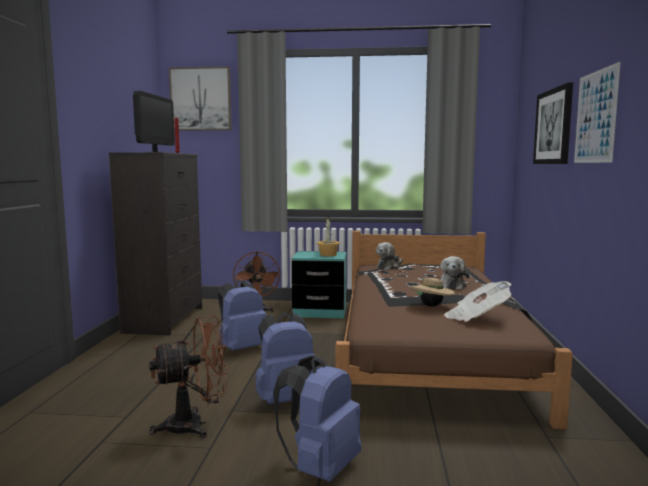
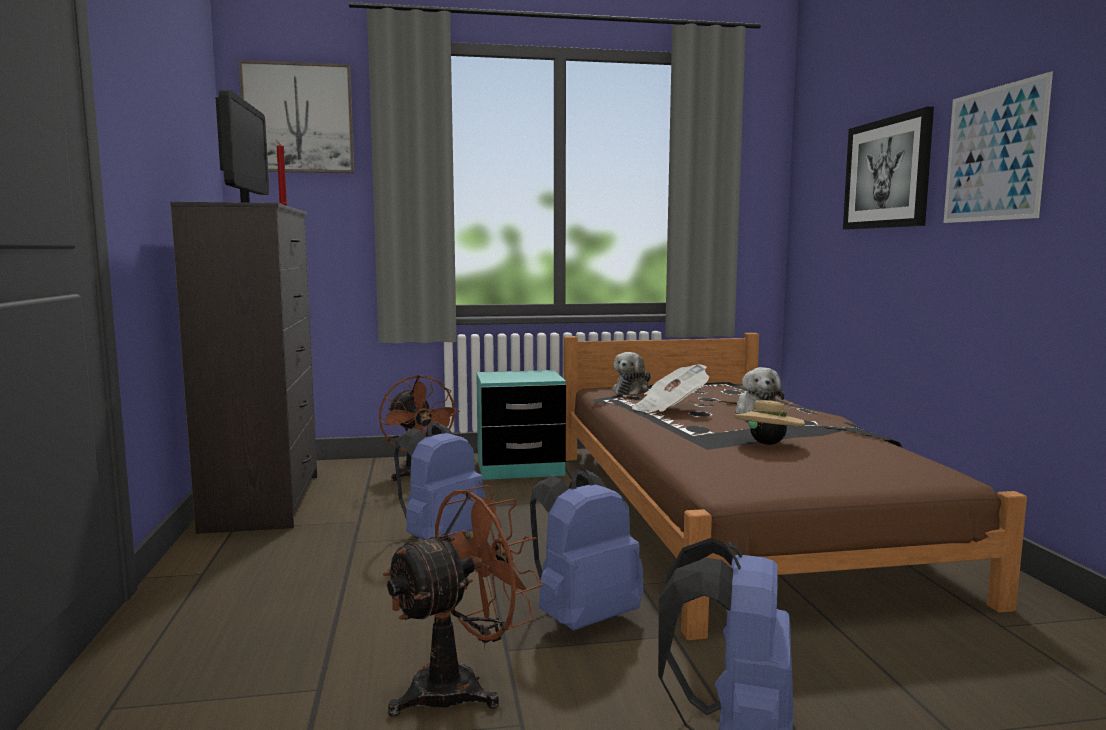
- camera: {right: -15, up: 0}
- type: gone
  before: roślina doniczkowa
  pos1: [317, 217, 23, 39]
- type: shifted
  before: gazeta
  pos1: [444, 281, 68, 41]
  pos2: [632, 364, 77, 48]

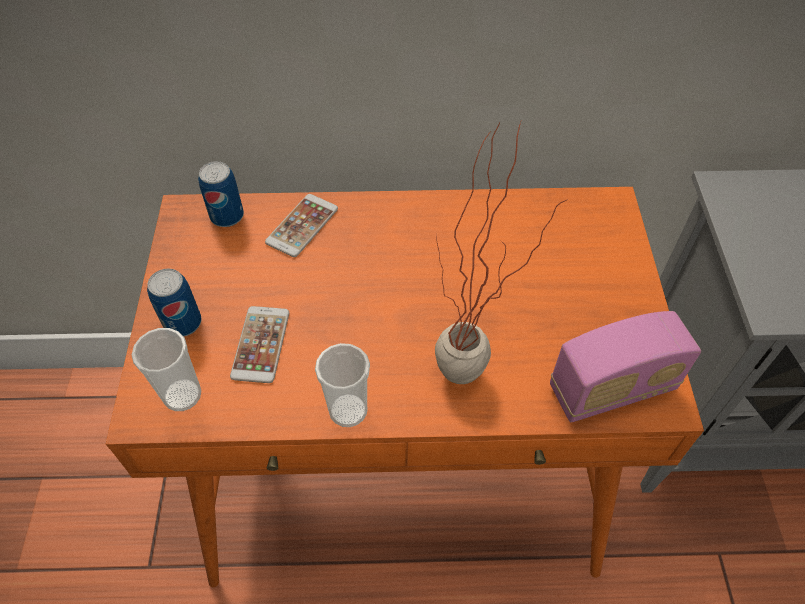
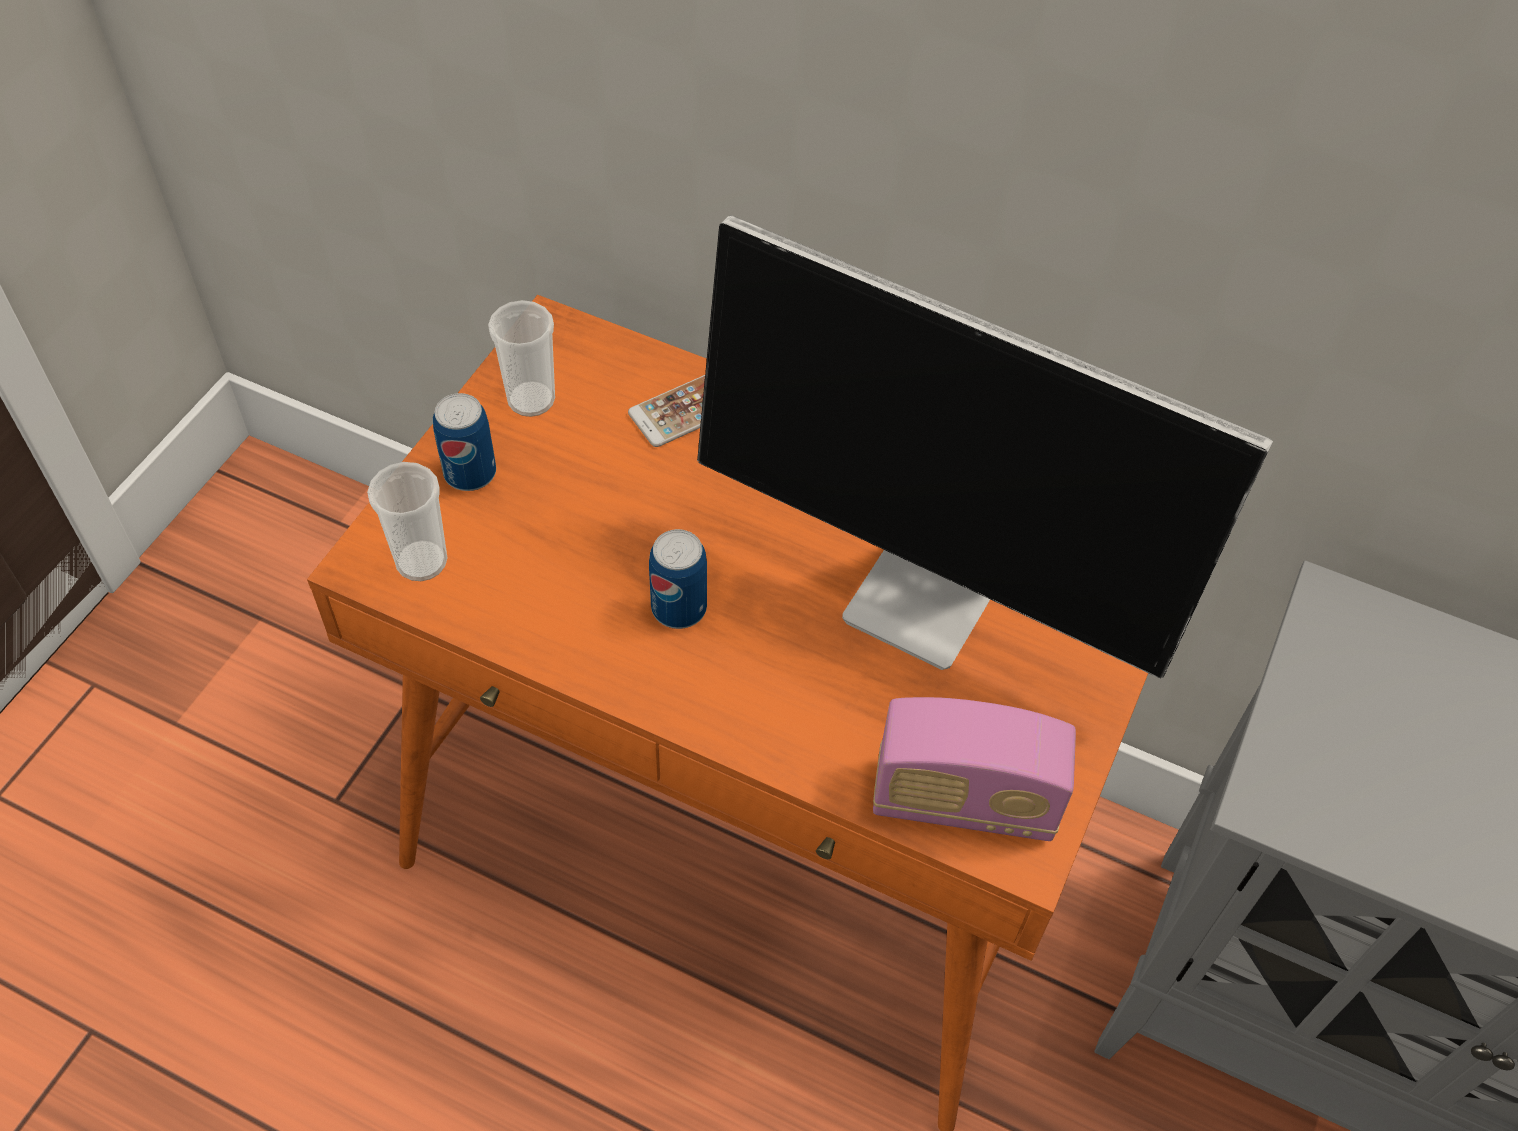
- camera: {right: 25, up: 0}
- type: shifted
  before: puszka
  pos1: [198, 161, 46, 66]
  pos2: [649, 529, 58, 100]
- type: gone
  before: telefon
  pos1: [230, 306, 59, 77]
- type: shifted
  before: filiżanka
  pos1: [315, 343, 55, 84]
  pos2: [488, 300, 67, 117]
- type: gone
  before: roślina doniczkowa
  pos1: [435, 119, 133, 265]
- type: new
  after: monitor
  pos2: [697, 215, 576, 464]

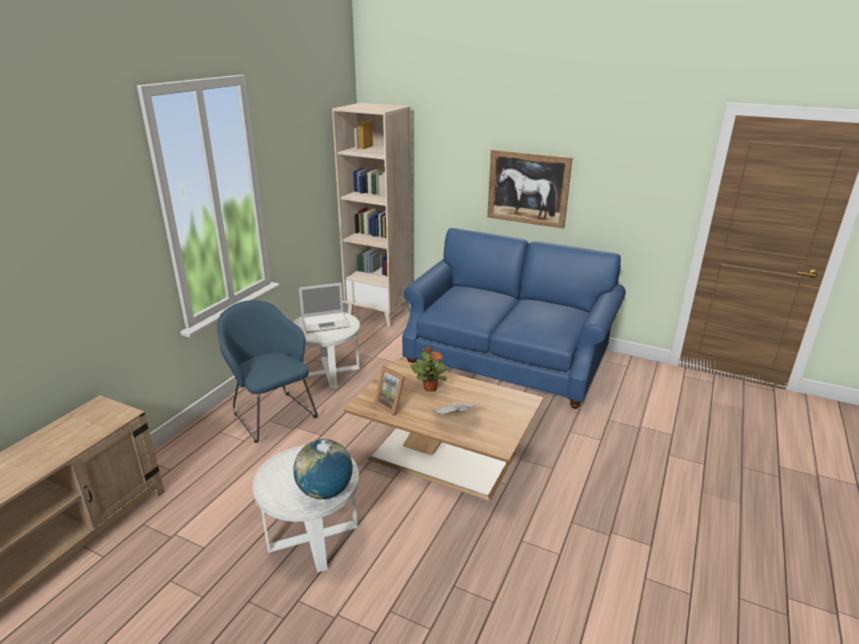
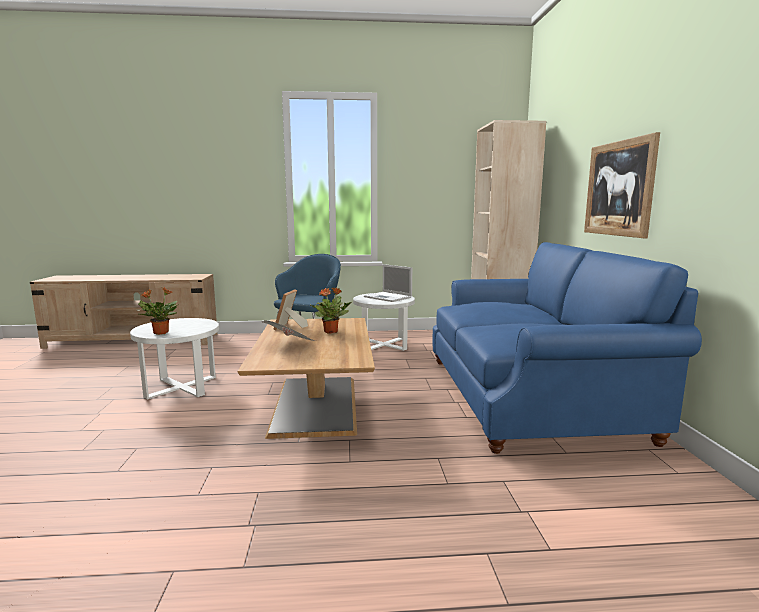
- camera: {right: 60, up: -15}
- type: swapped
  before: globus
  after: roślina doniczkowa
  pos1: [293, 439, 60, 60]
  pos2: [138, 288, 41, 47]

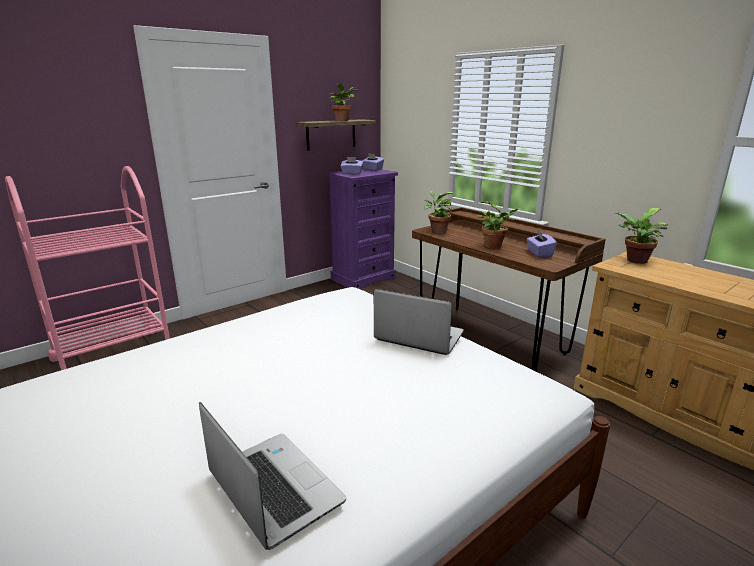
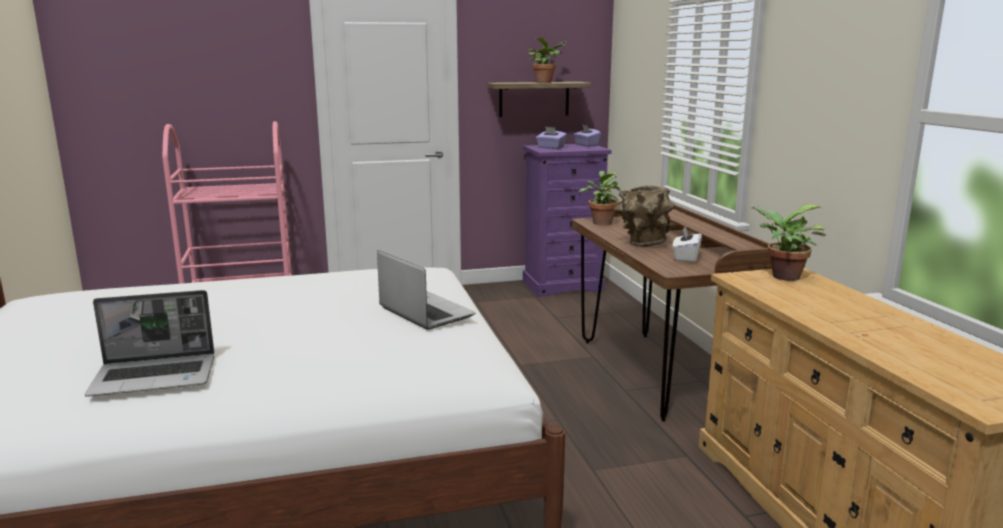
- camera: {right: 25, up: -5}
- type: rotated
  before: laptop
  pos1: [199, 402, 147, 148]
  pos2: [85, 290, 129, 107]
  turn: 90
- type: swapped
  before: roślina doniczkowa
  after: wazon [brązowy]
  pos1: [477, 201, 44, 48]
  pos2: [614, 185, 62, 62]
- type: repainted
  before: pudełko chusteczek [fioletowy]
  after: pudełko chusteczek [biały]
  pos1: [527, 230, 30, 27]
  pos2: [672, 225, 30, 38]

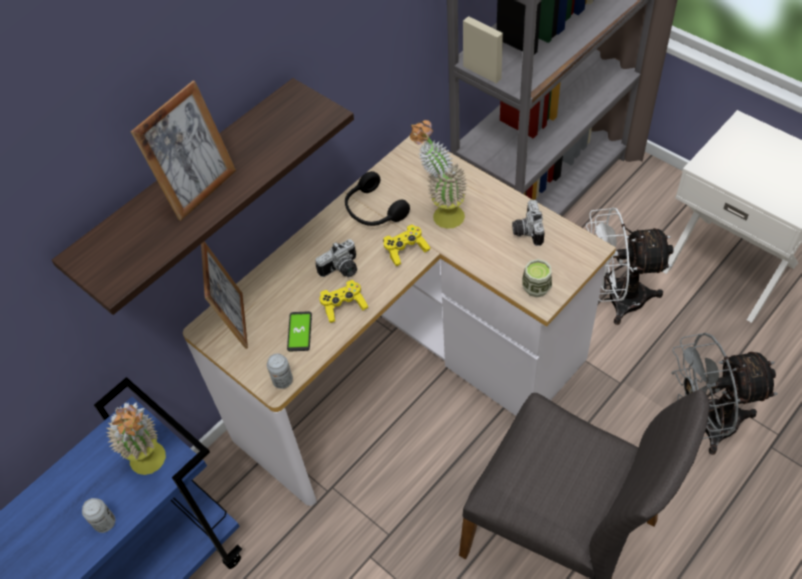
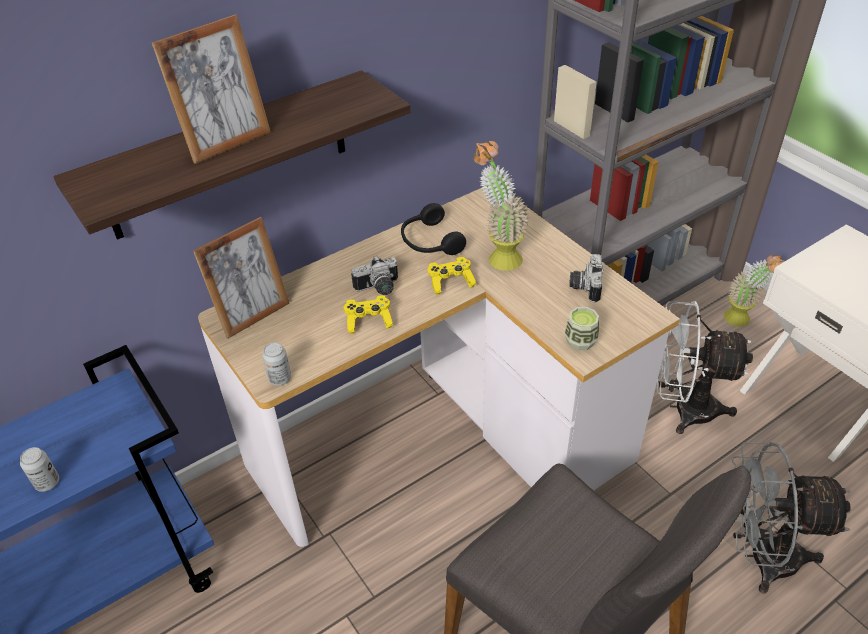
- camera: {right: 10, up: -10}
- type: shifted
  before: roślina doniczkowa
  pos1: [106, 403, 60, 72]
  pos2: [724, 255, 60, 71]
- type: rotated
  before: ramka na zdjęcie
  pos1: [201, 241, 47, 108]
  pos2: [193, 217, 97, 122]
  turn: 45
- type: gone
  before: telefon
  pos1: [287, 311, 25, 40]

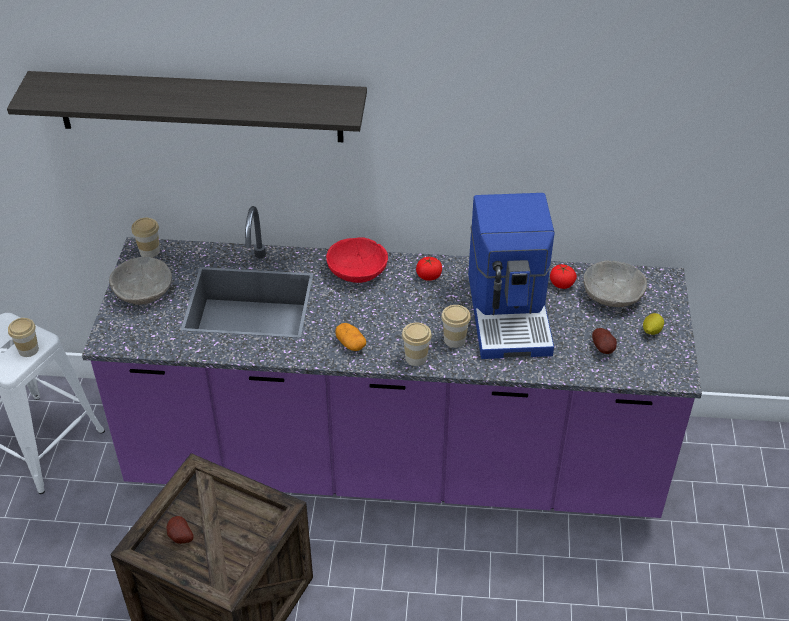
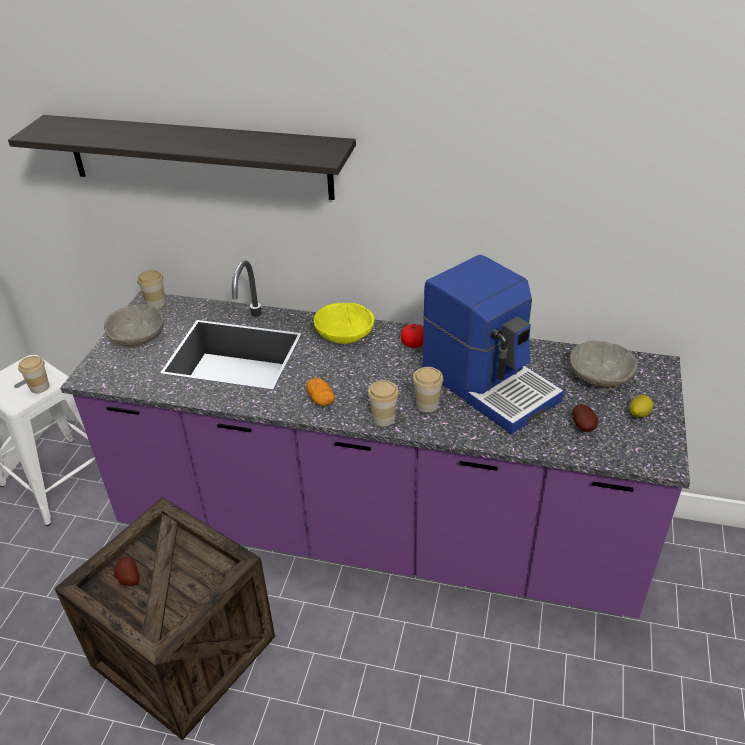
- camera: {right: 10, up: -5}
- type: repainted
  before: miska [czerwony]
  after: miska [żółty]
  pos1: [326, 237, 62, 46]
  pos2: [314, 303, 61, 41]
- type: rotated
  before: ekspres do kawy
  pos1: [468, 193, 86, 166]
  pos2: [423, 255, 141, 179]
  turn: -45
- type: gone
  before: pomidor
  pos1: [550, 264, 27, 25]

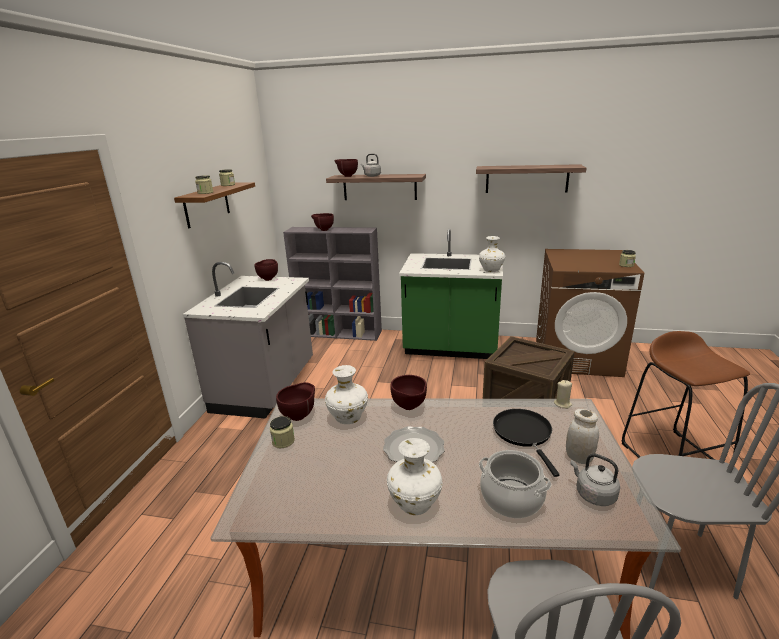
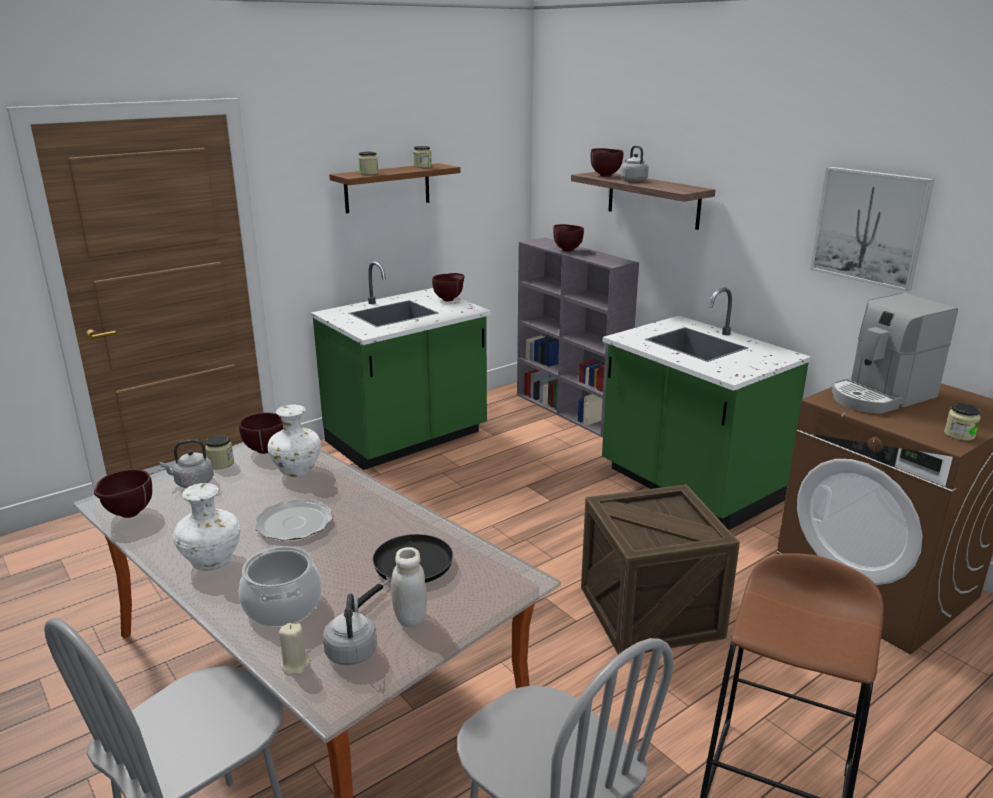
- camera: {right: 40, up: 0}
- type: repainted
  before: zabudowa kuchenna [szary]
  after: zabudowa kuchenna [zielony]
  pos1: [183, 262, 130, 157]
  pos2: [311, 261, 180, 209]
- type: shifted
  before: miska [brązowy]
  pos1: [390, 375, 37, 35]
  pos2: [94, 469, 58, 49]
- type: swapped
  before: półka
  after: obraz
  pos1: [476, 164, 111, 29]
  pos2: [810, 167, 124, 124]
- type: gone
  before: wazon [biały]
  pos1: [479, 236, 26, 36]
- type: shifted
  before: świeca [beżowy]
  pos1: [554, 380, 18, 28]
  pos2: [279, 623, 31, 52]
- type: new
  after: czajnik [szary]
  pos2: [160, 439, 54, 49]
- type: new
  after: ekspres do kawy
  pos2: [832, 293, 126, 121]

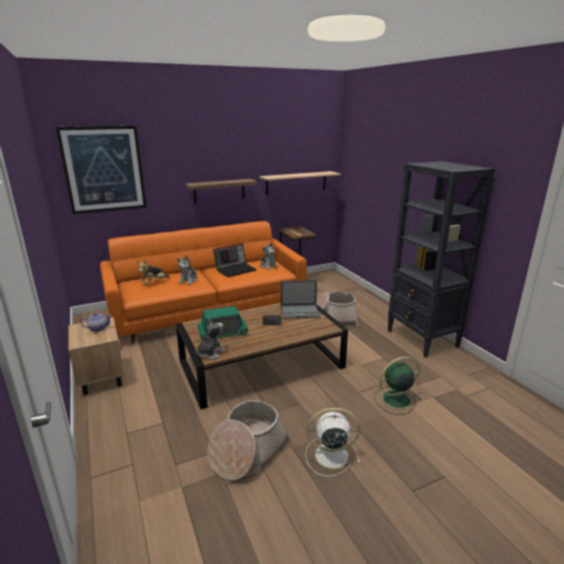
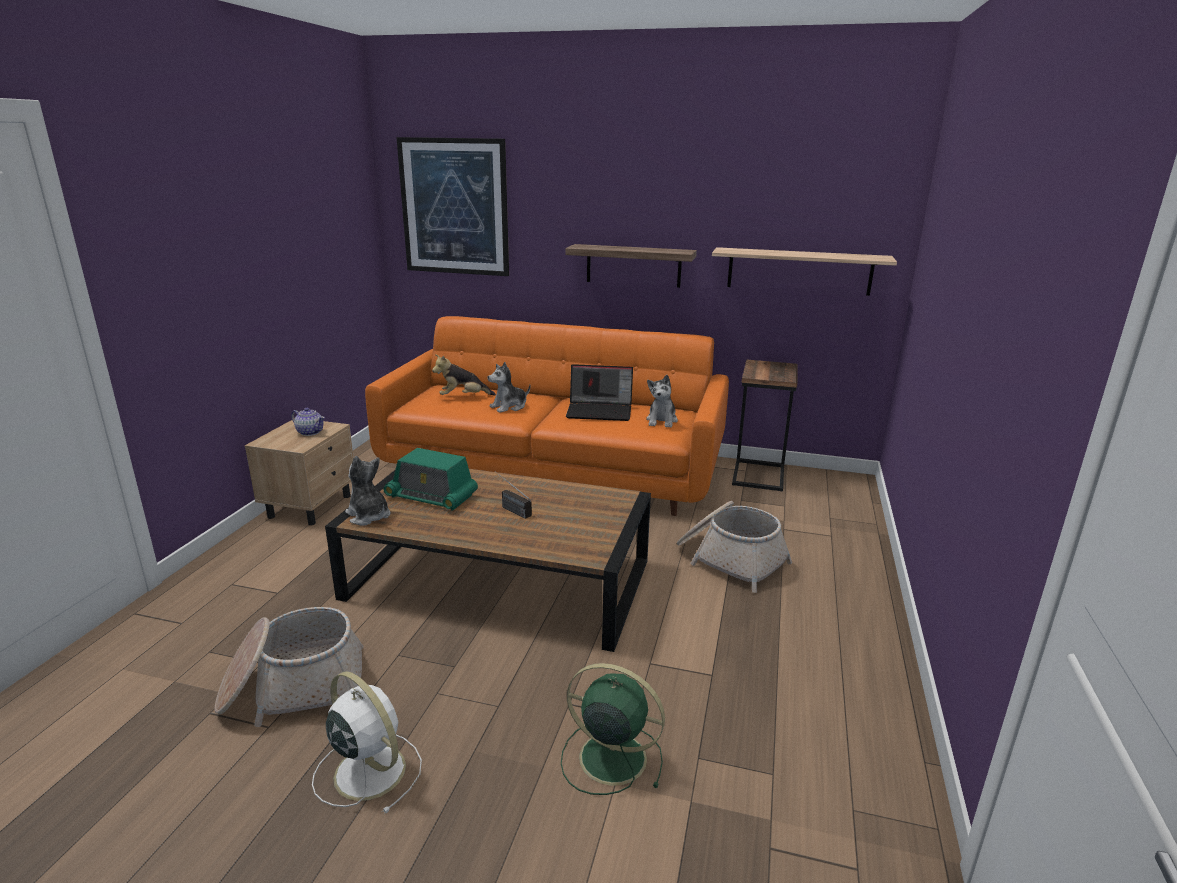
- camera: {right: 40, up: 0}
- type: rotated
  before: pluszak
  pos1: [195, 318, 31, 42]
  pos2: [345, 456, 46, 69]
  turn: -120
- type: gone
  before: laptop
  pos1: [281, 280, 39, 39]
- type: gone
  before: regał [czarny]
  pos1: [388, 161, 107, 197]

